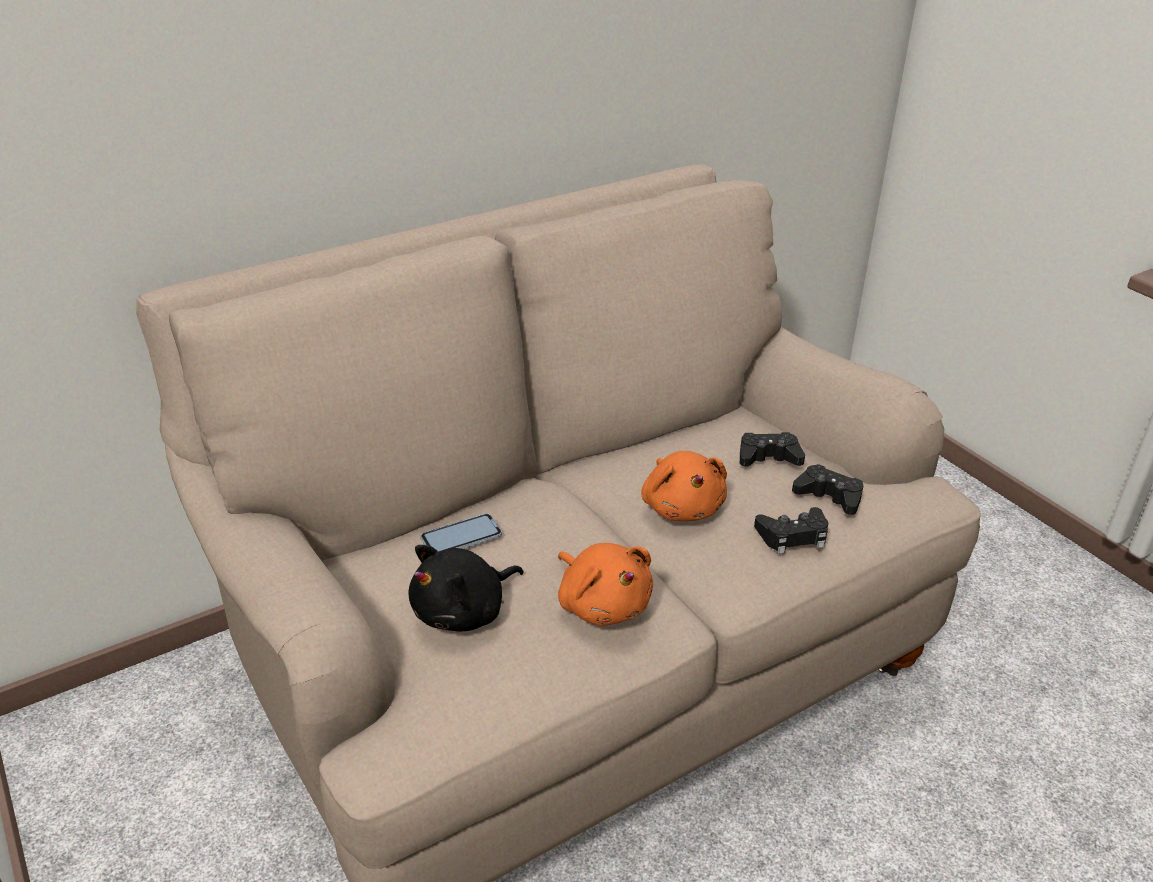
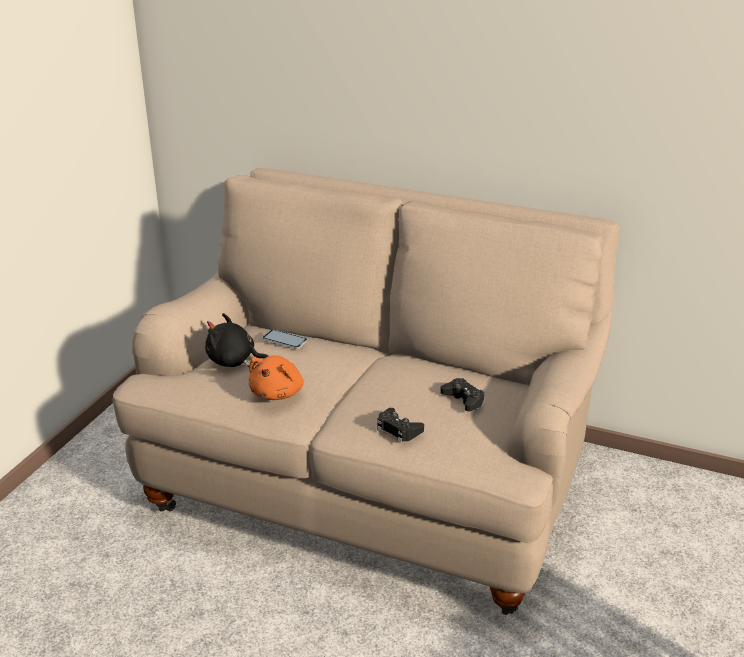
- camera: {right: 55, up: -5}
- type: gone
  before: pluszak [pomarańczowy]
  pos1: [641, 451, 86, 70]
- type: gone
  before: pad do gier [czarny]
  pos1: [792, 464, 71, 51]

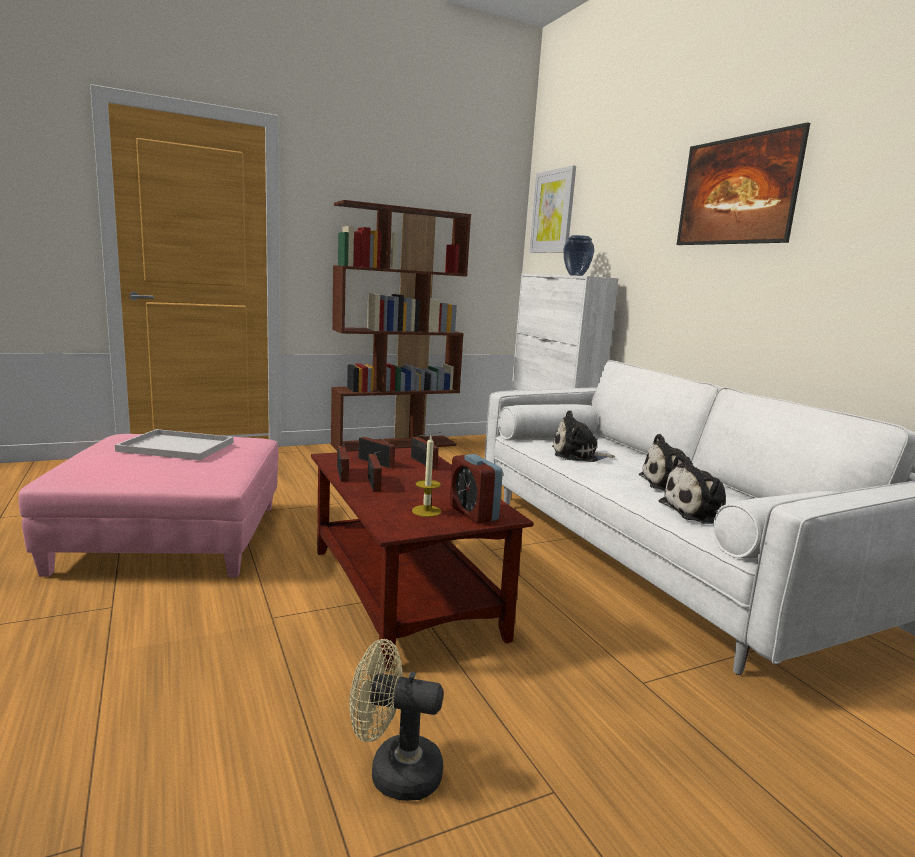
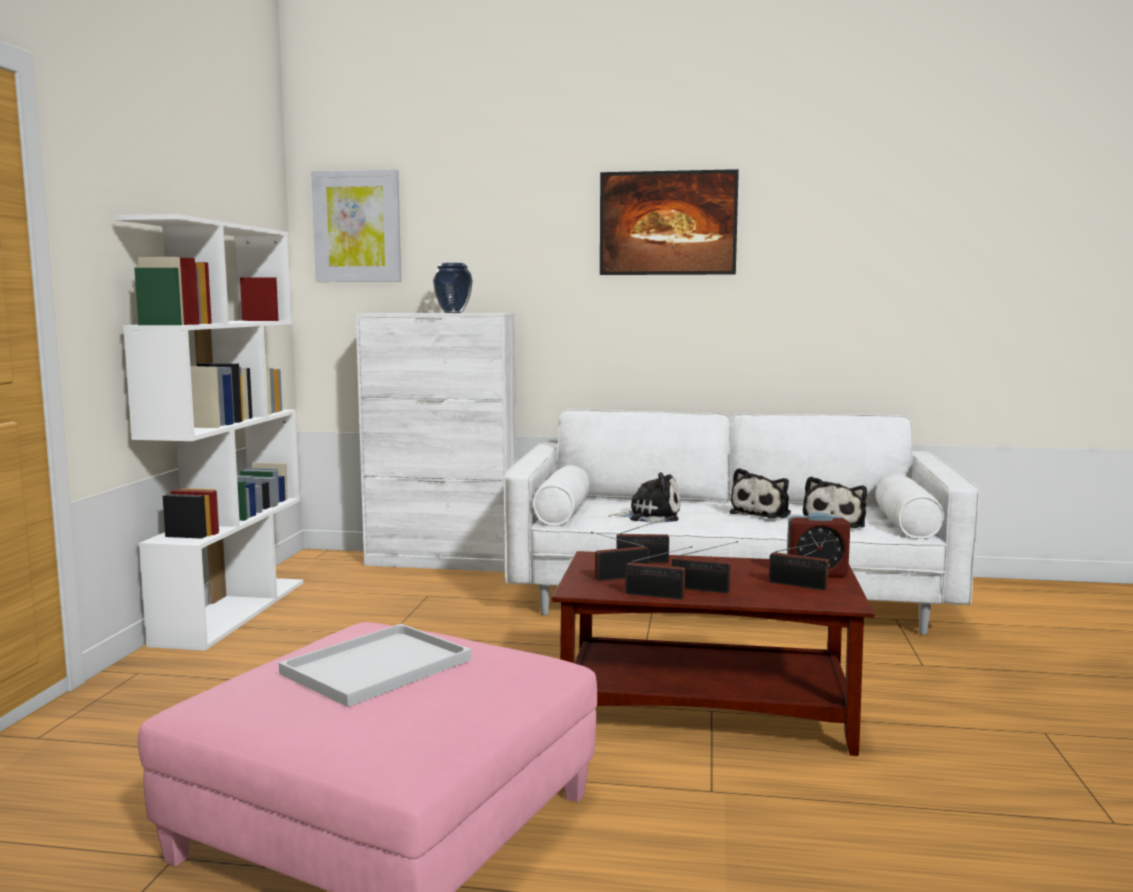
- camera: {right: -55, up: -5}
- type: repainted
  before: regał [brązowy]
  after: regał [biały]
  pos1: [331, 200, 140, 252]
  pos2: [115, 214, 188, 437]
- type: gone
  before: wentylator [beżowy]
  pos1: [349, 639, 95, 162]
- type: swapped
  before: świeca
  after: radio
  pos1: [412, 436, 30, 81]
  pos2: [769, 539, 67, 51]
- type: rotated
  before: pluszak
  pos1: [552, 410, 63, 52]
  pos2: [608, 472, 73, 51]
  turn: -120

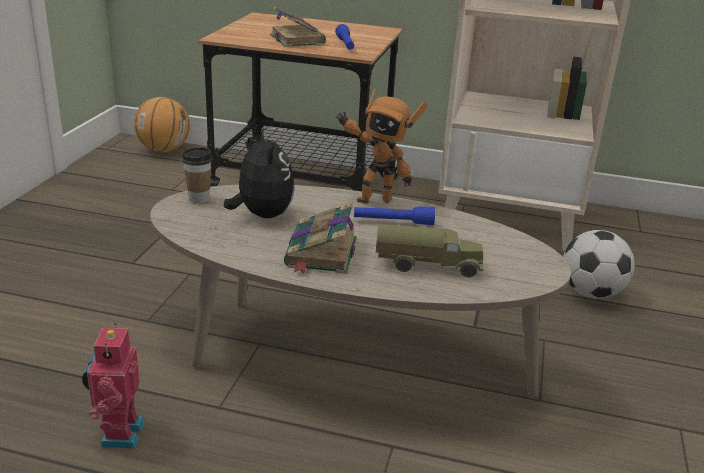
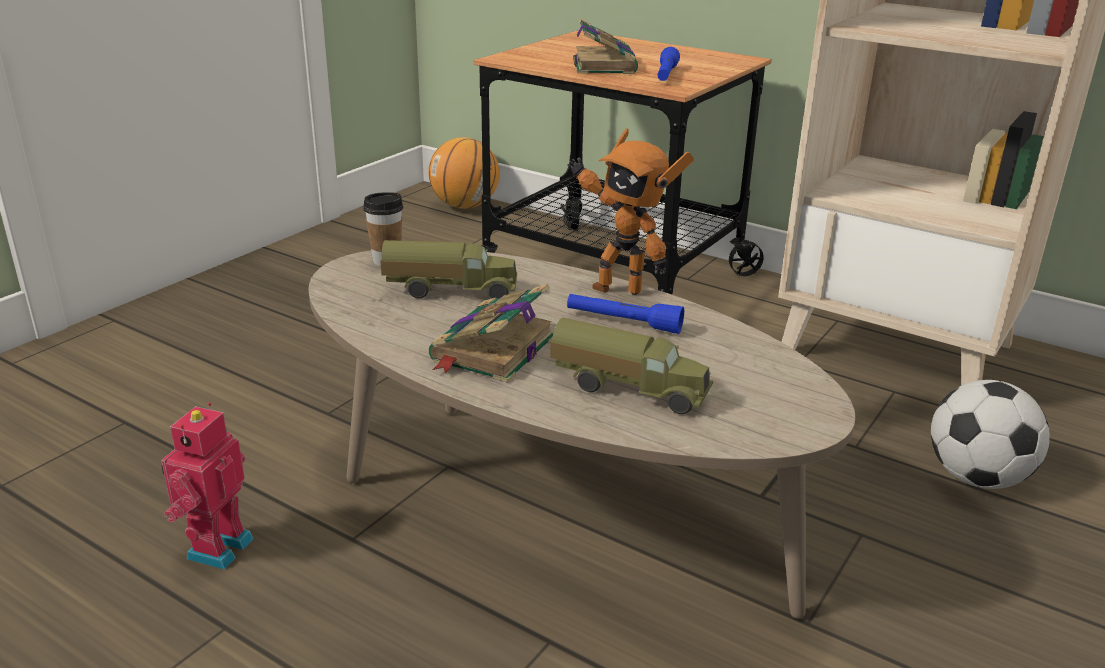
- camera: {right: 20, up: 0}
- type: swapped
  before: pluszak
  after: ciężarówka zabawkowa
  pos1: [224, 128, 71, 90]
  pos2: [380, 240, 137, 59]

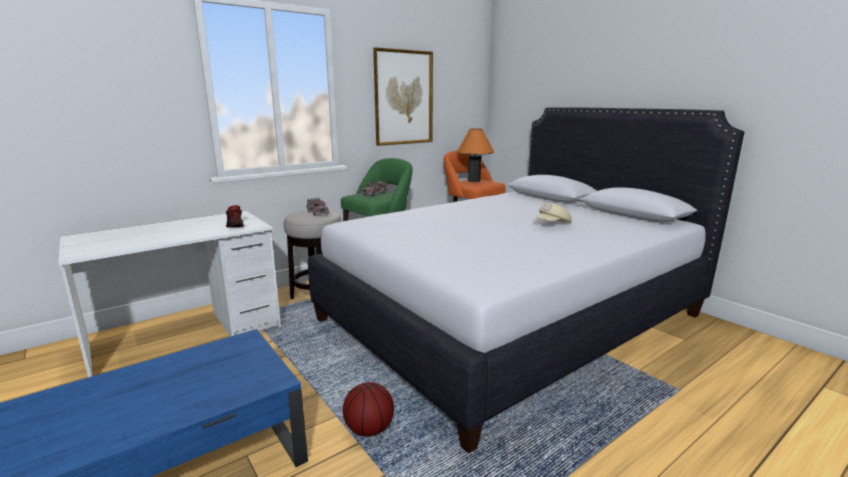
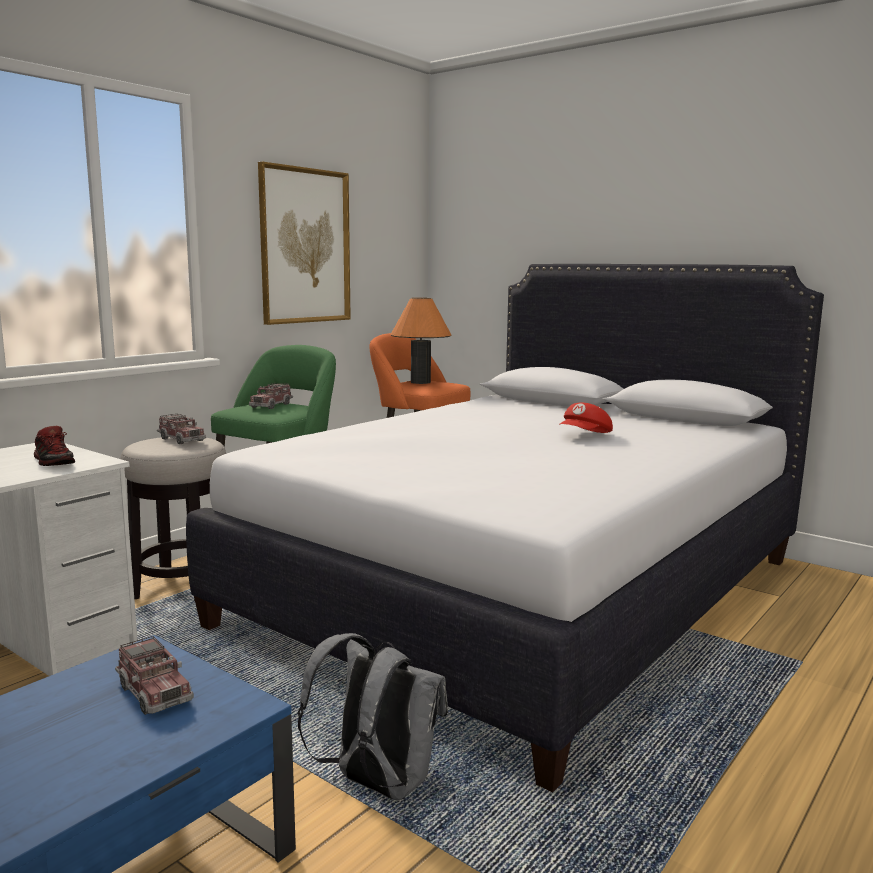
- camera: {right: -15, up: -5}
- type: swapped
  before: piłka do koszykówki
  after: plecak [szary]
  pos1: [343, 382, 51, 55]
  pos2: [298, 633, 150, 167]
- type: repainted
  before: czapka z daszkiem [beżowy]
  after: czapka z daszkiem [czerwony]
  pos1: [534, 203, 38, 20]
  pos2: [559, 402, 54, 31]
- type: new
  after: ciężarówka zabawkowa
  pos2: [115, 636, 79, 79]

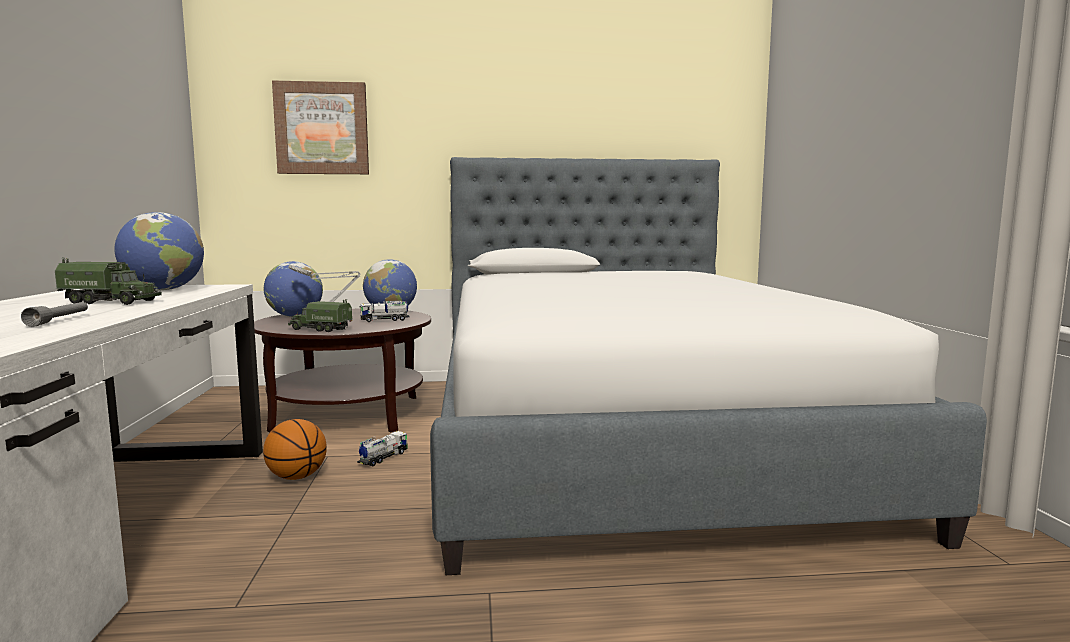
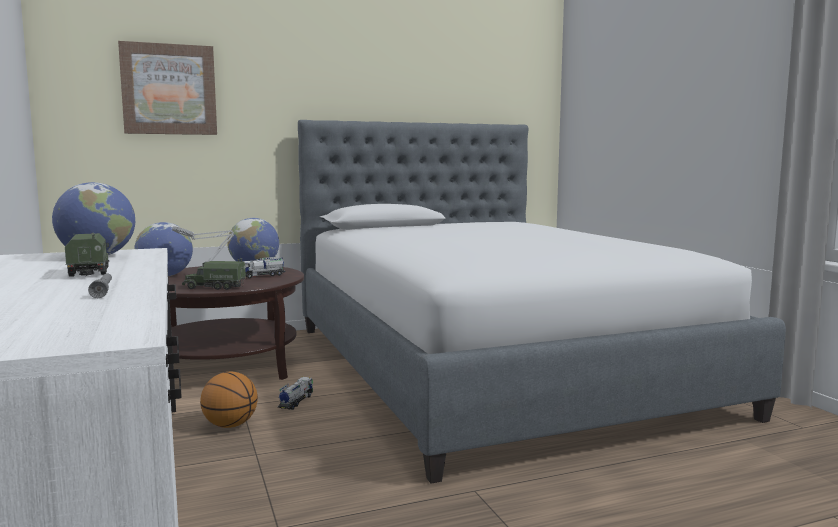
- camera: {right: -15, up: 0}
- type: rotated
  before: ciężarówka zabawkowa
  pos1: [55, 257, 107, 48]
  pos2: [65, 233, 44, 44]
  turn: -105

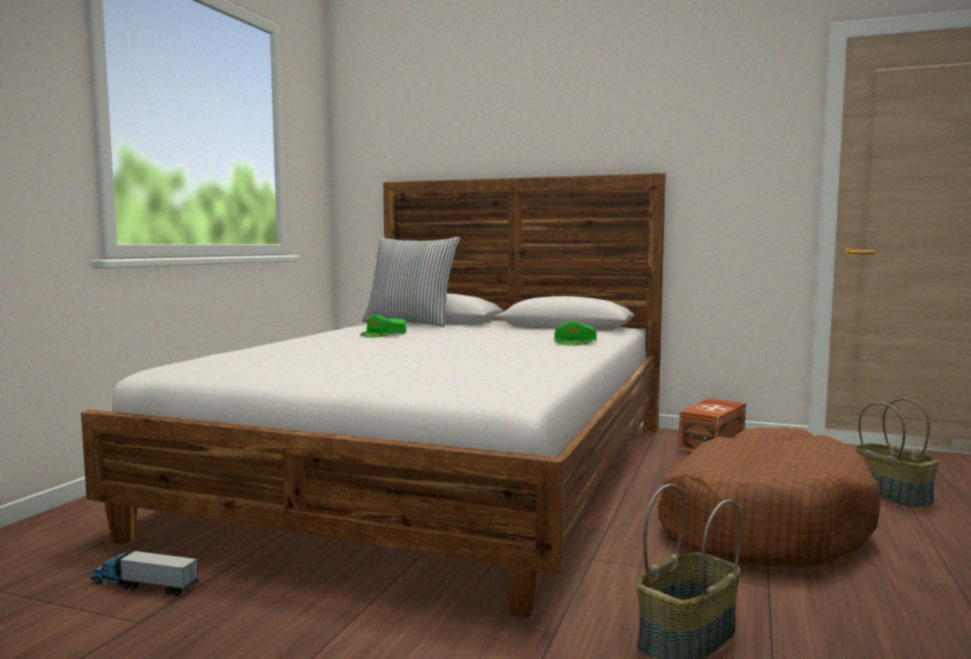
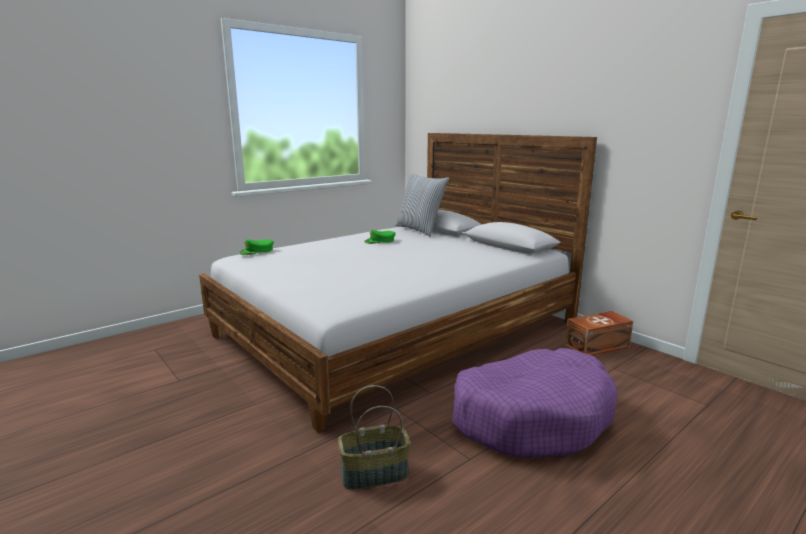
- camera: {right: 30, up: 10}
- type: gone
  before: ciężarówka zabawkowa
  pos1: [90, 548, 108, 48]
- type: shifted
  before: czapka z daszkiem [zielony]
  pos1: [554, 321, 43, 25]
  pos2: [239, 239, 35, 16]
- type: repainted
  before: legowisko [brązowy]
  after: legowisko [fioletowy]
  pos1: [658, 428, 223, 139]
  pos2: [452, 348, 166, 110]
- type: gone
  before: koszyk
  pos1: [852, 398, 87, 110]

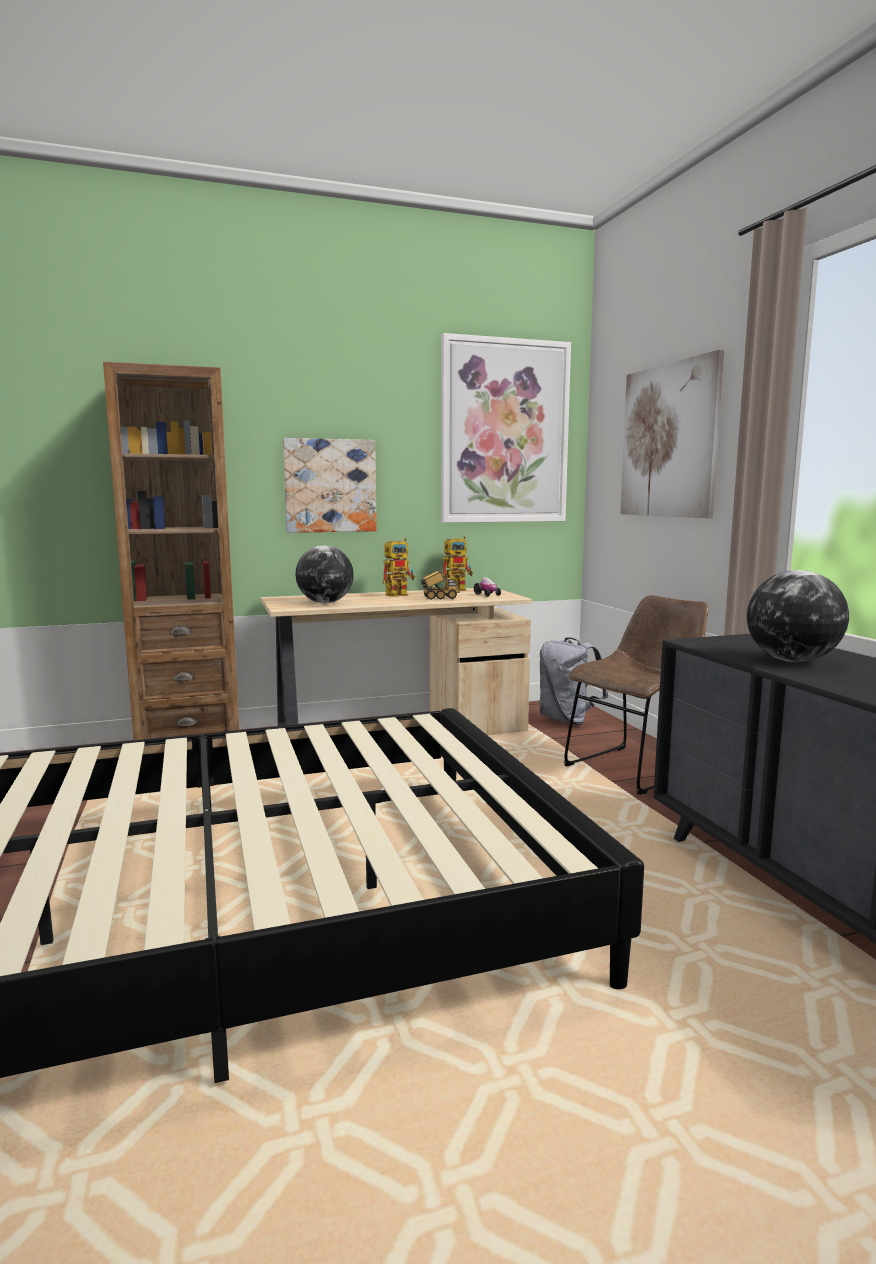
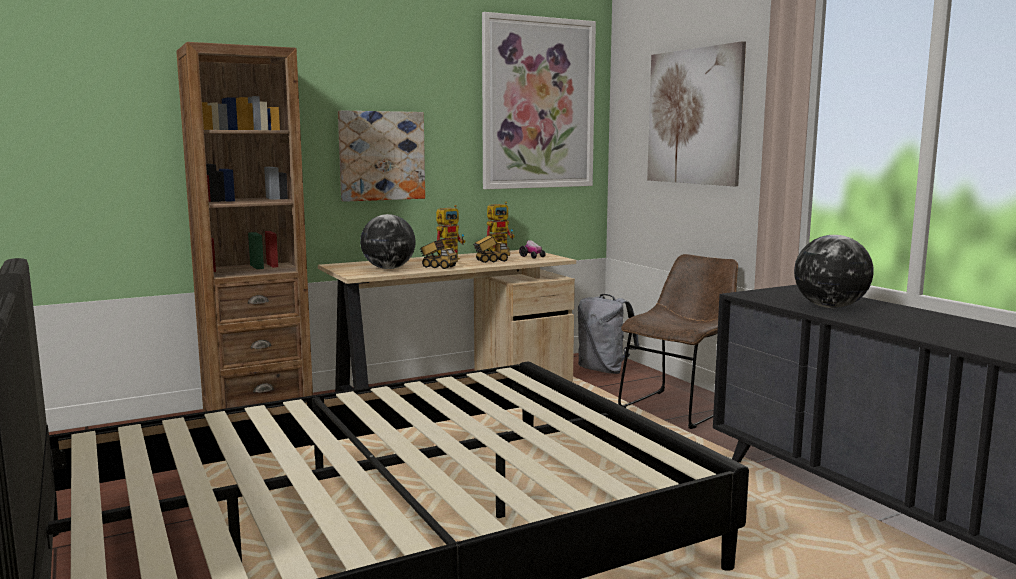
- camera: {right: -10, up: 0}
- type: new
  after: ciężarówka zabawkowa
  pos2: [420, 240, 38, 29]

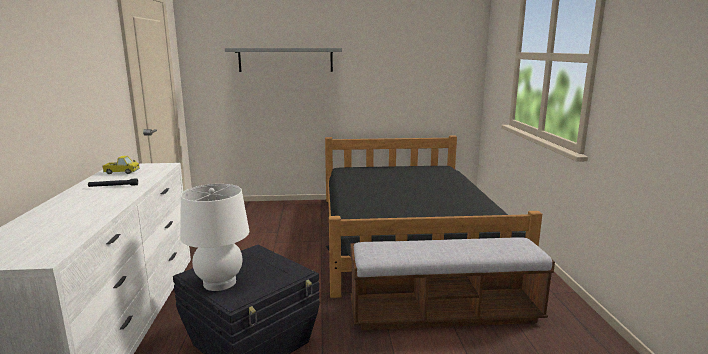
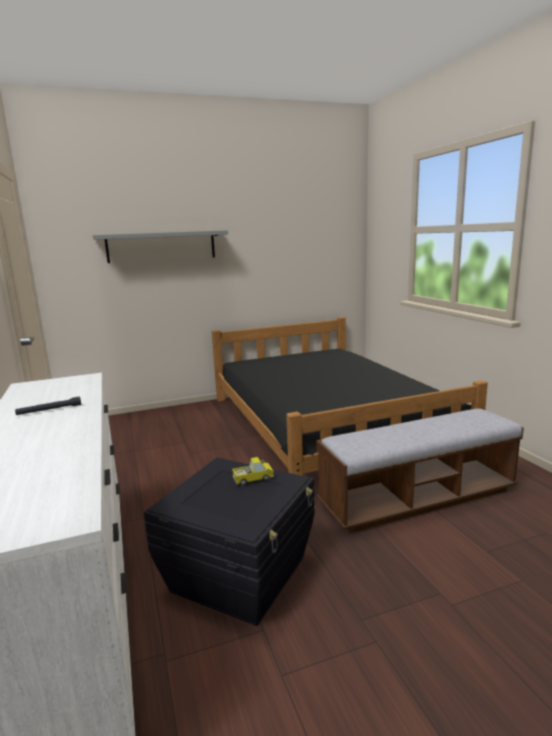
- camera: {right: -15, up: 0}
- type: shifted
  before: ciężarówka zabawkowa
  pos1: [102, 156, 38, 18]
  pos2: [232, 457, 42, 29]
- type: gone
  before: lampa stołowa [biały]
  pos1: [180, 184, 69, 107]

